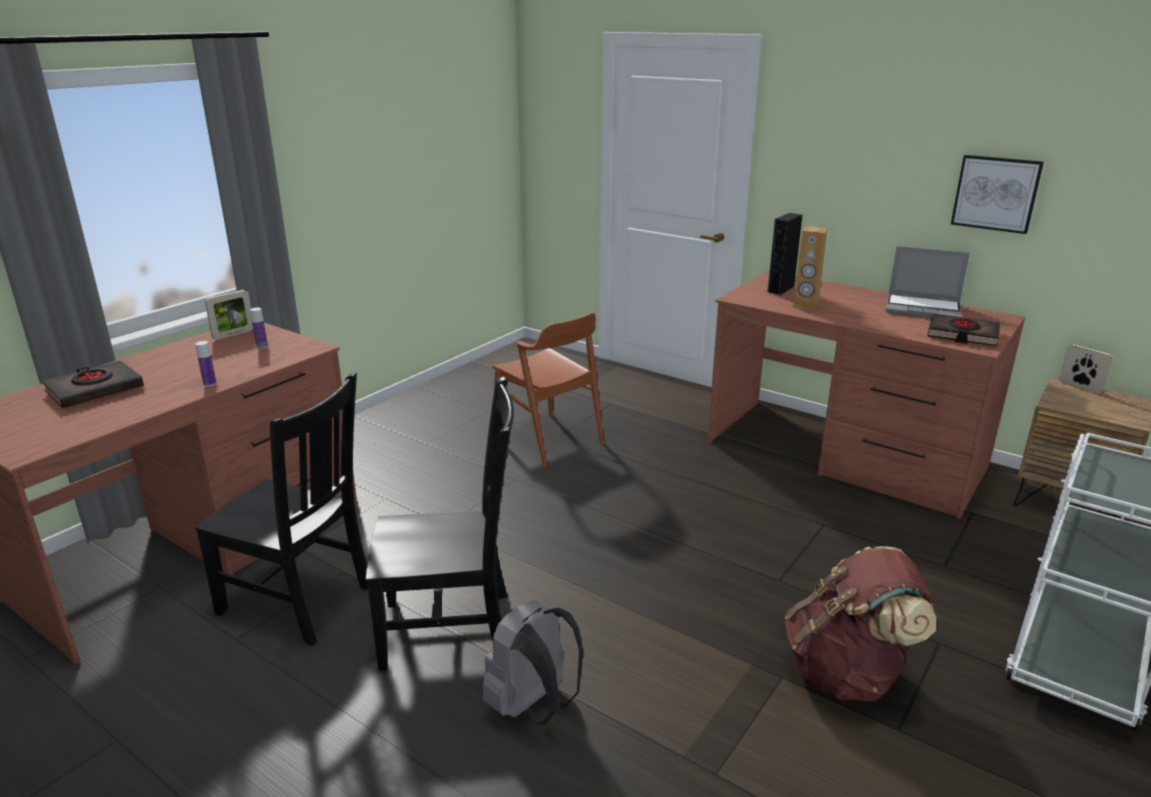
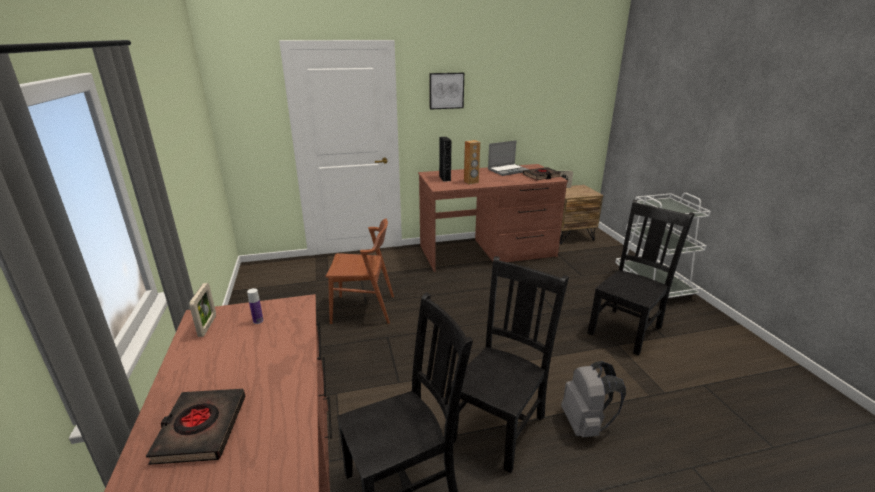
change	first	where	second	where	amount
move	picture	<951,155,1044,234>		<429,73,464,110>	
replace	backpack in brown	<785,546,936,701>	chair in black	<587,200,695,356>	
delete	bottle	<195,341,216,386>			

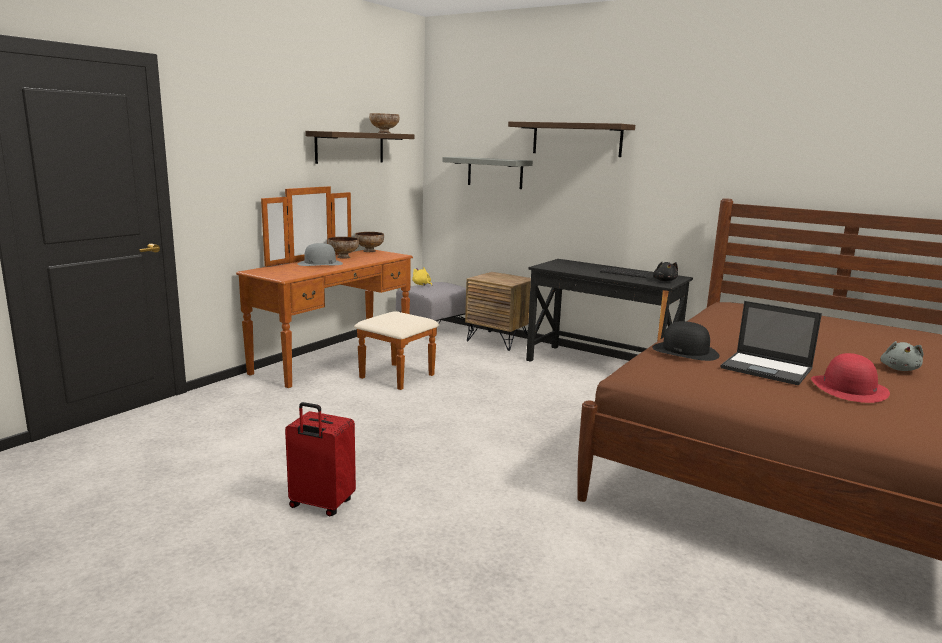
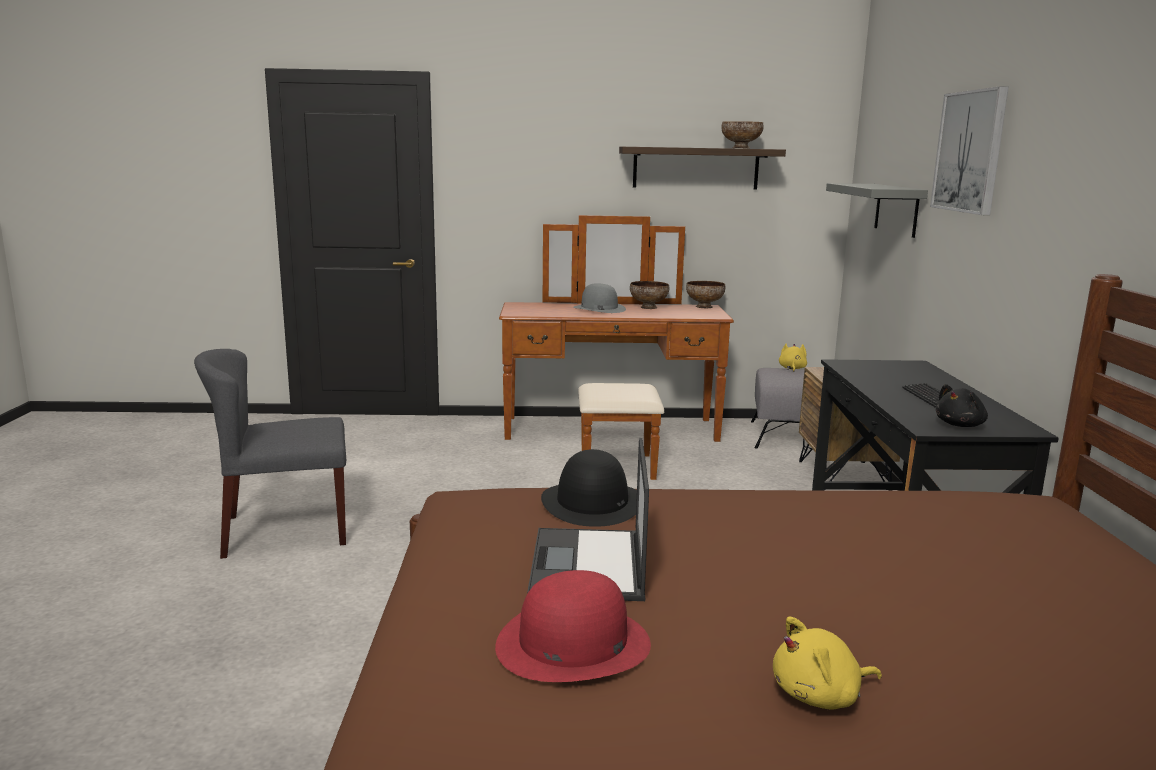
change	first	where	second	where	amount
replace	suitcase in red	<285,402,356,517>	chair in grey	<194,349,346,559>	
recolor	plush toy in grey	<881,341,923,371>	plush toy in yellow	<773,617,882,709>	
replace	shelf	<508,122,635,157>	picture	<930,86,1009,215>	

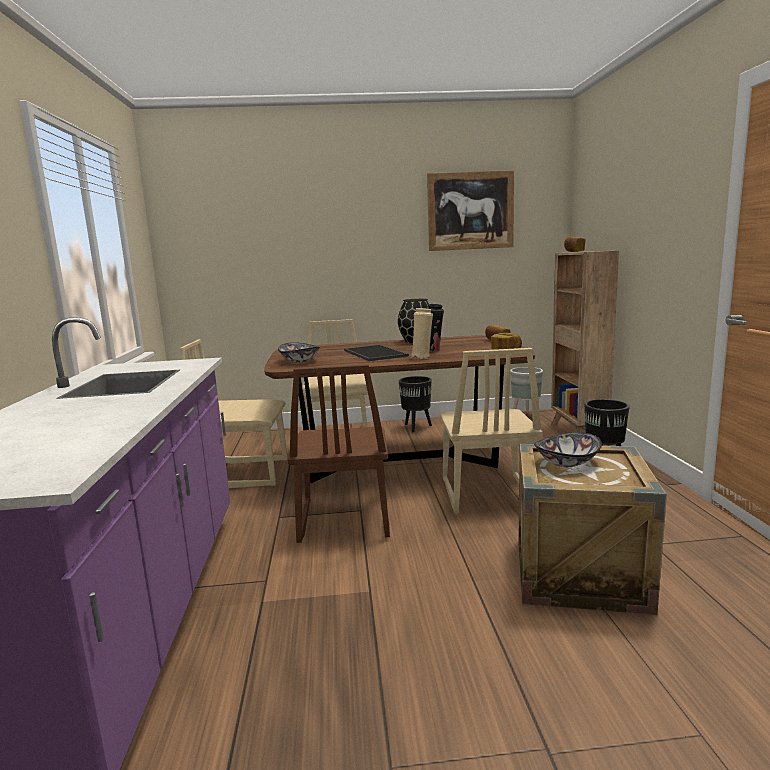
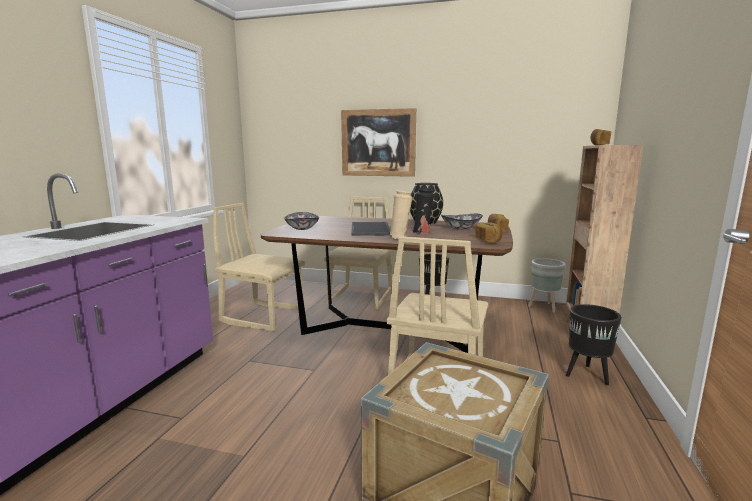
change	first	where	second	where	amount
move	picture	<427,170,514,251>		<341,108,416,177>	
move	bowl	<534,432,602,467>		<441,214,483,230>	
delete	chair in brown	<288,364,390,543>			

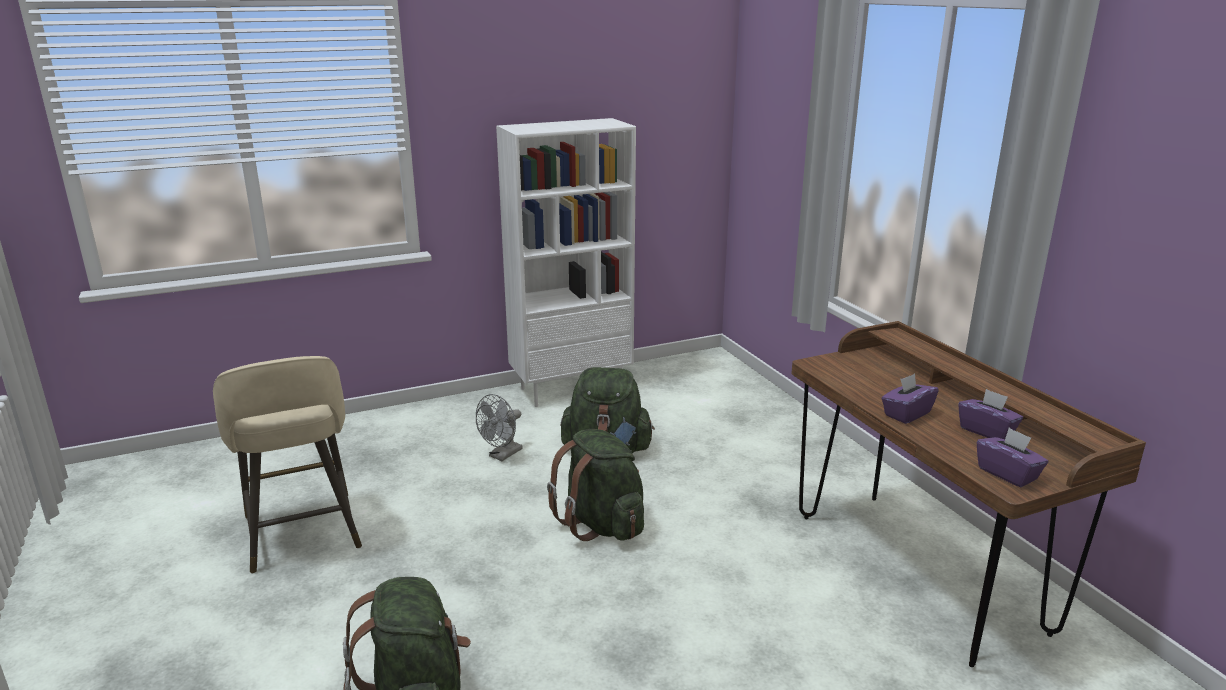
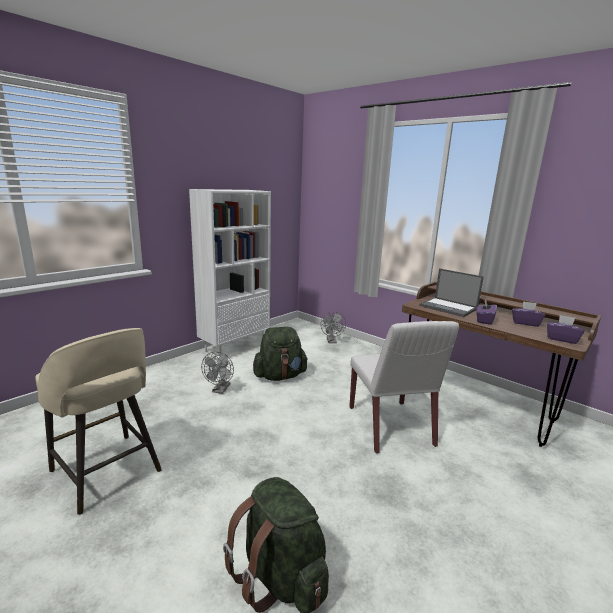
change	first	where	second	where	amount
insert			fan in grey	<321,311,346,343>	
insert			chair in white	<349,321,459,454>	
insert			laptop	<419,268,484,317>	
delete	backpack in green	<547,429,644,541>			

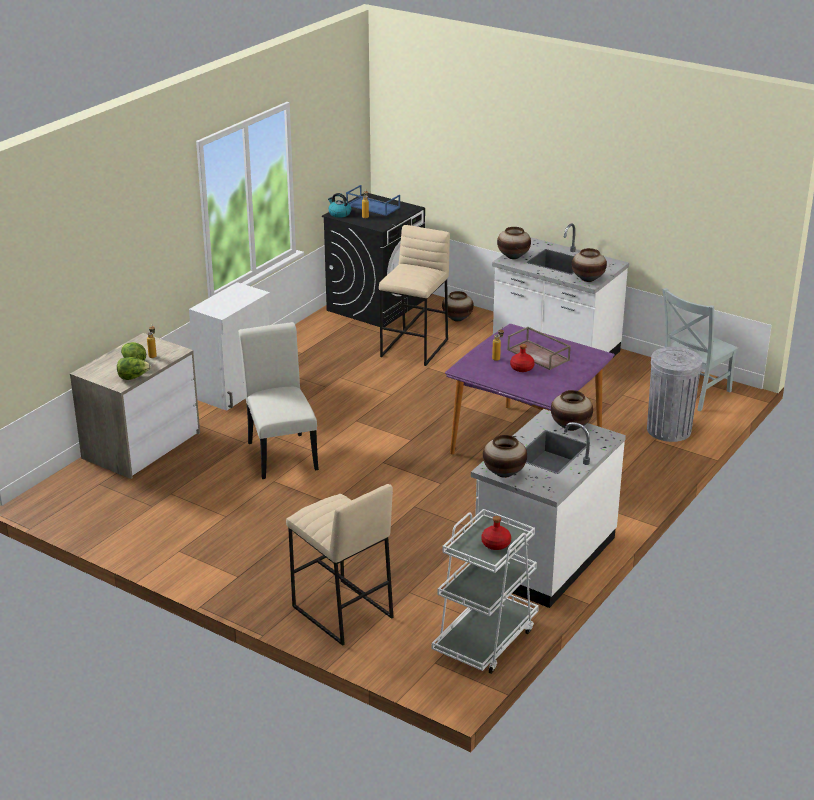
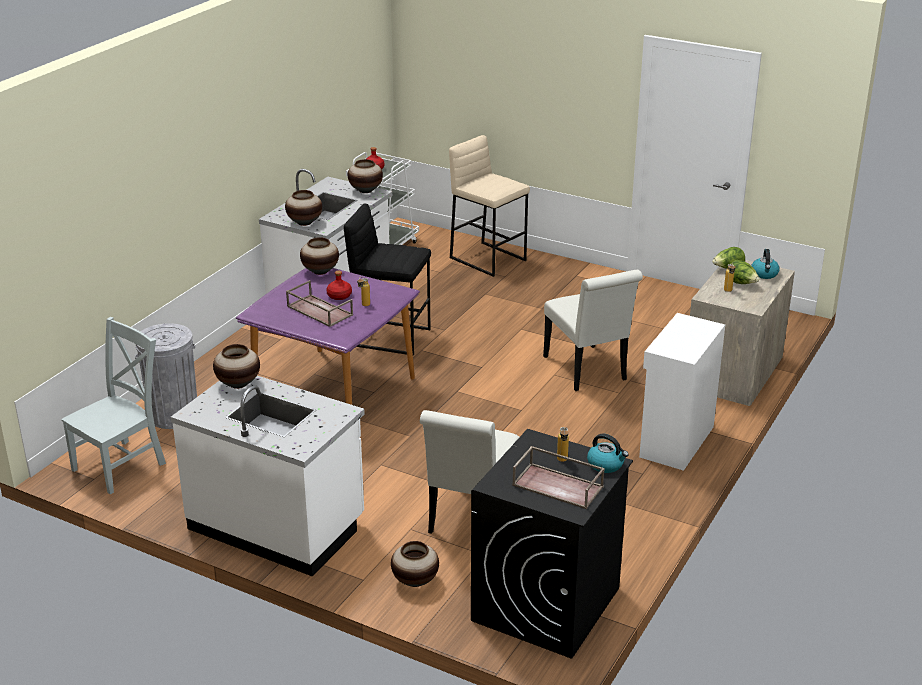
change	first	where	second	where	amount
move	vase	<497,227,531,259>		<300,237,339,275>	
insert			stool in black	<344,203,431,356>	
replace	stool in beige	<379,225,450,366>	chair in white	<420,410,519,534>	
recolor	tray in blue	<346,185,400,216>	tray in brown	<512,446,605,509>	
insert			kettle	<751,249,780,279>	

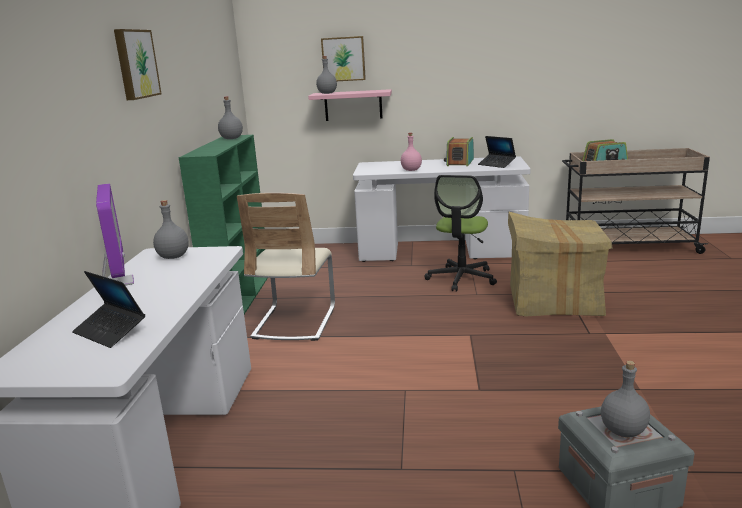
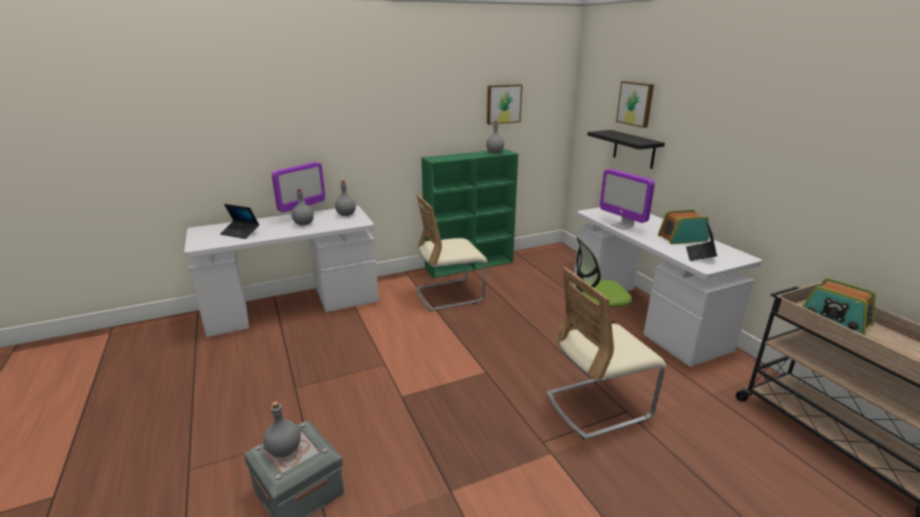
change	first	where	second	where	amount
rotate	laptop	<72,271,145,348>		<220,204,259,239>	75 degrees counterclockwise
move	bottle in grey	<316,56,337,94>		<292,188,314,225>	
move	picture	<114,29,162,100>		<487,84,522,125>	
replace	cardboard box	<508,211,613,316>	chair in beige	<546,267,666,440>	
recolor	shelf in pink	<308,89,392,121>	shelf in black	<587,130,665,169>	
replace	bottle in pink	<401,133,422,171>	monitor	<600,169,655,229>	

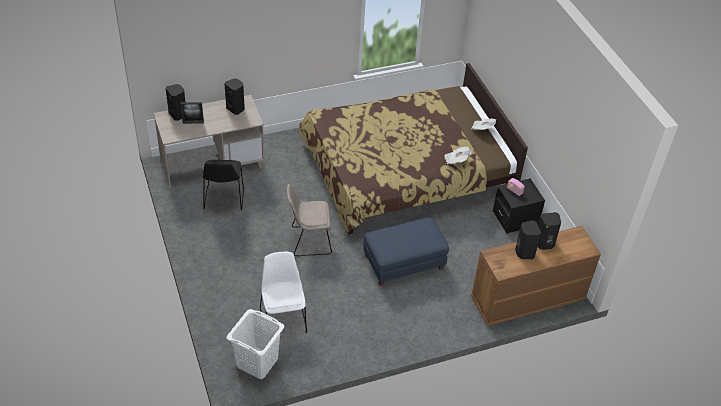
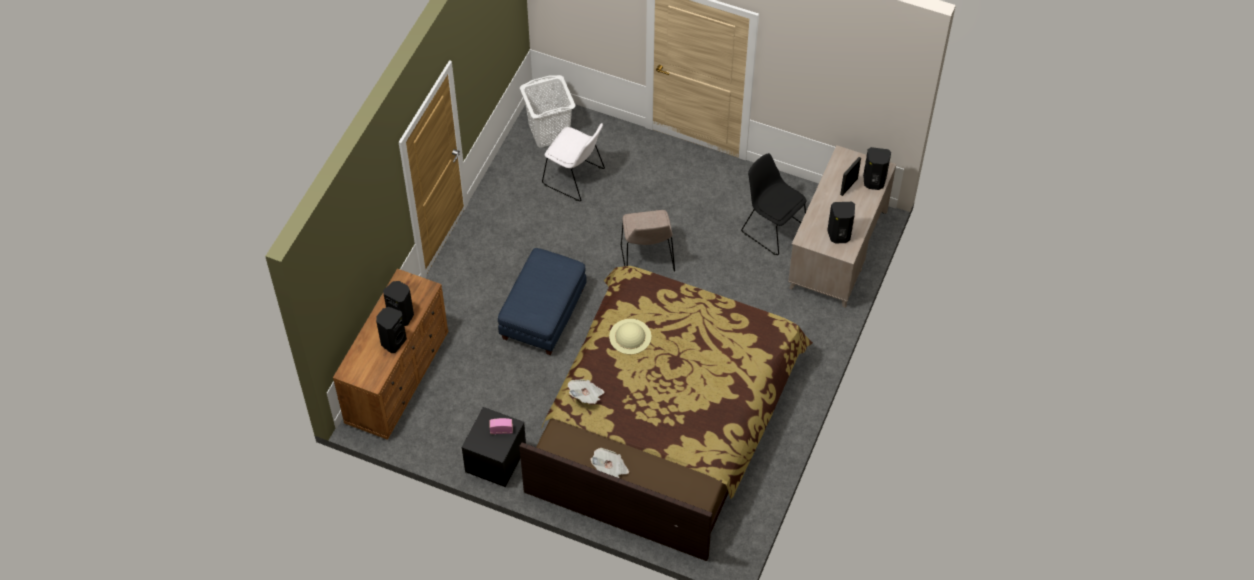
change	first	where	second	where	amount
insert			hat in beige	<609,319,651,355>	
rotate	chair in beige	<287,184,332,257>		<620,210,675,272>	135 degrees clockwise

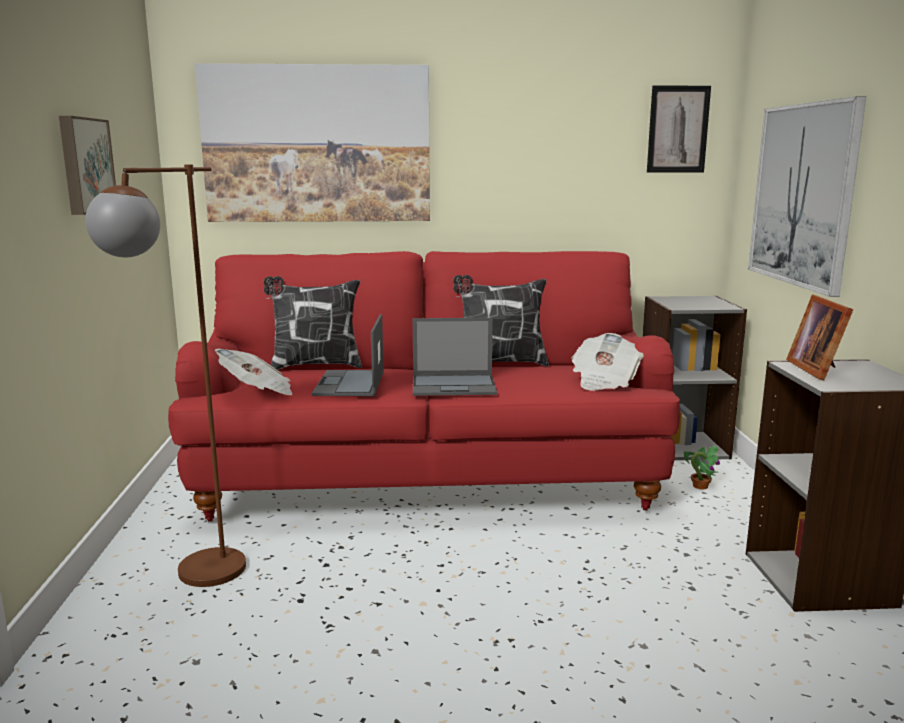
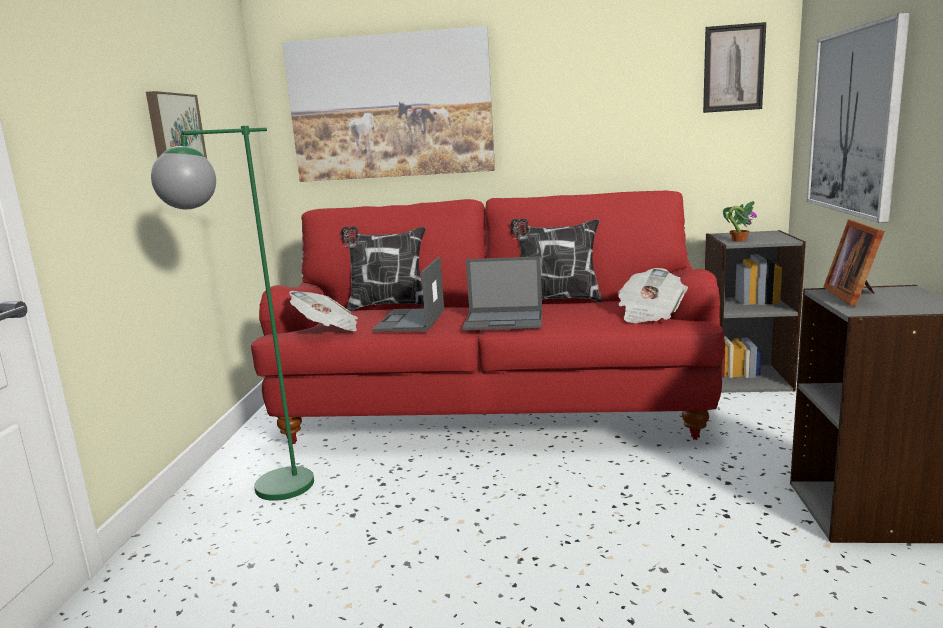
change	first	where	second	where	amount
recolor	floor lamp in brown	<85,165,246,587>	floor lamp in green	<151,126,314,501>	
move	potted plant	<684,446,720,489>		<723,201,757,242>	

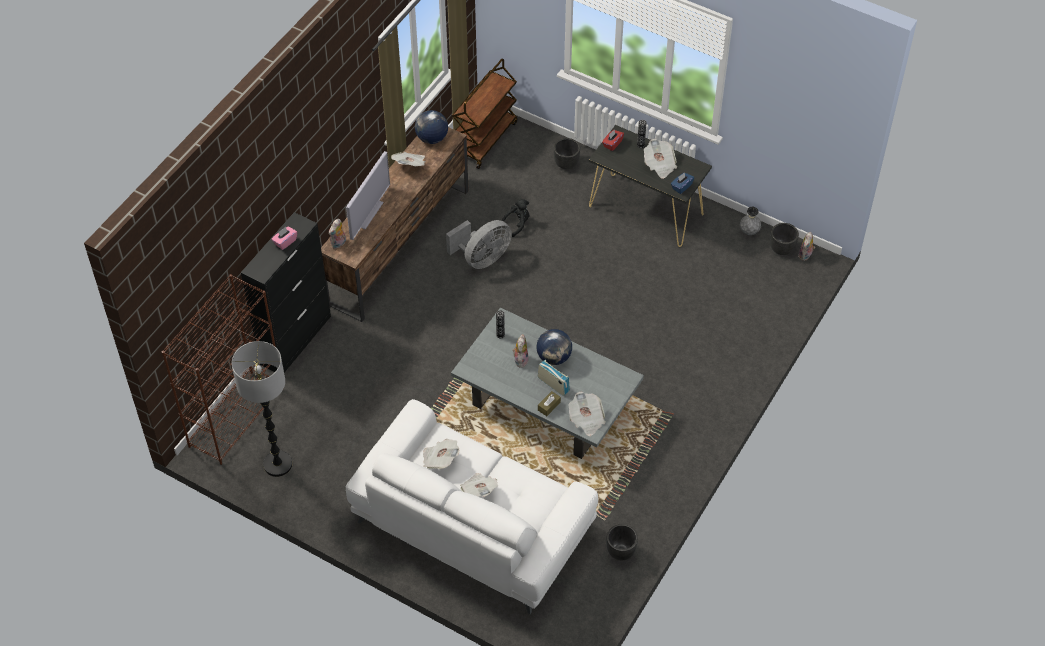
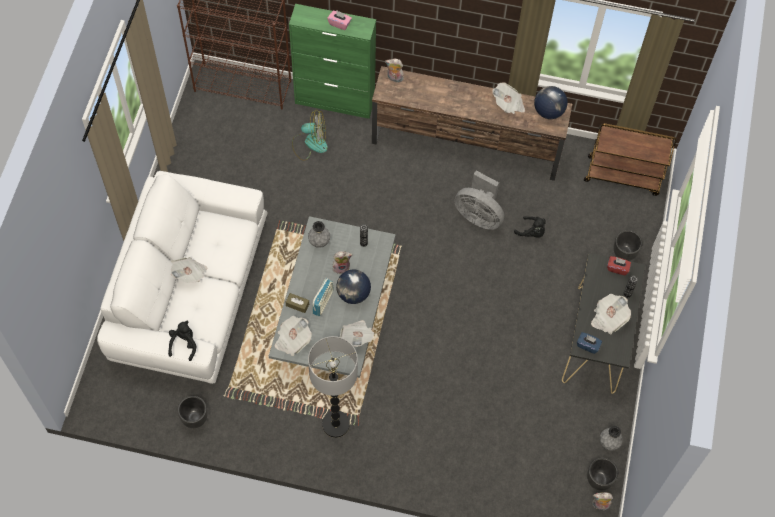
change	first	where	second	where	amount
insert			plush toy in black	<168,321,197,361>	
recolor	cabinet in black	<241,212,331,373>	cabinet in green	<289,4,376,119>	
insert			fan	<292,109,328,161>	
insert			vase in grey	<308,221,330,248>	
move	floor lamp	<232,341,292,477>		<308,336,358,438>	
move	newspaper	<423,439,460,469>		<340,320,375,347>	
delete	television	<346,151,390,240>			

